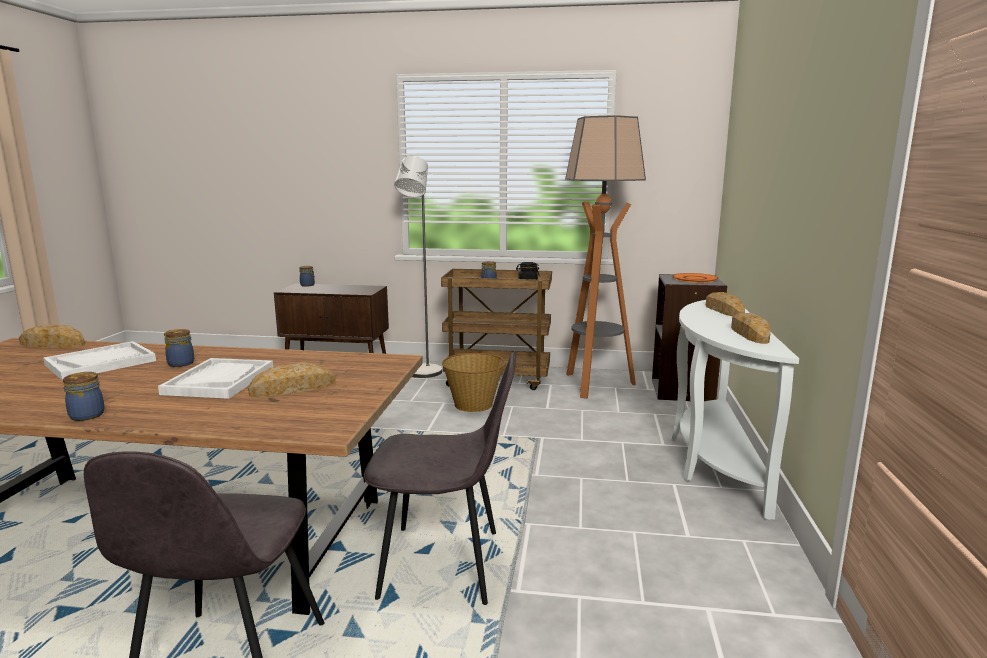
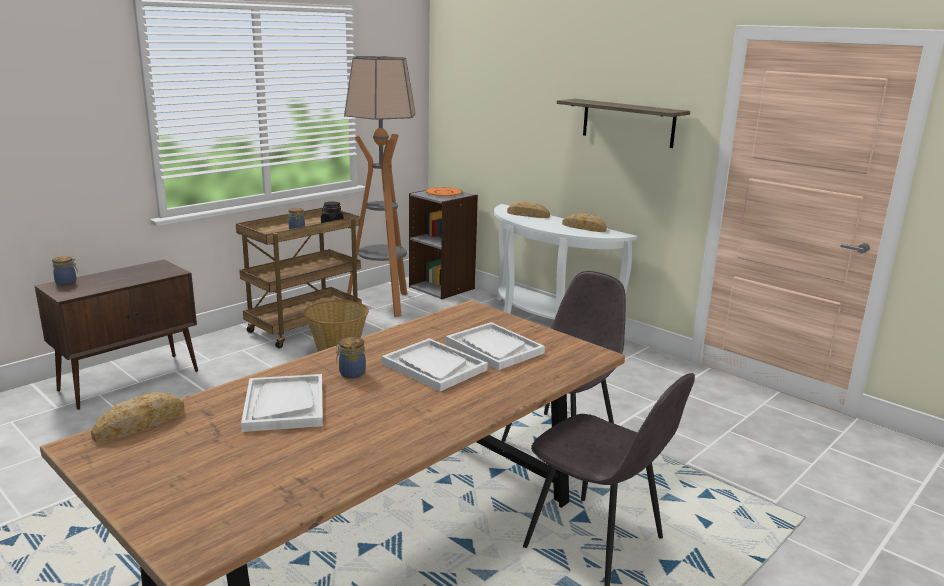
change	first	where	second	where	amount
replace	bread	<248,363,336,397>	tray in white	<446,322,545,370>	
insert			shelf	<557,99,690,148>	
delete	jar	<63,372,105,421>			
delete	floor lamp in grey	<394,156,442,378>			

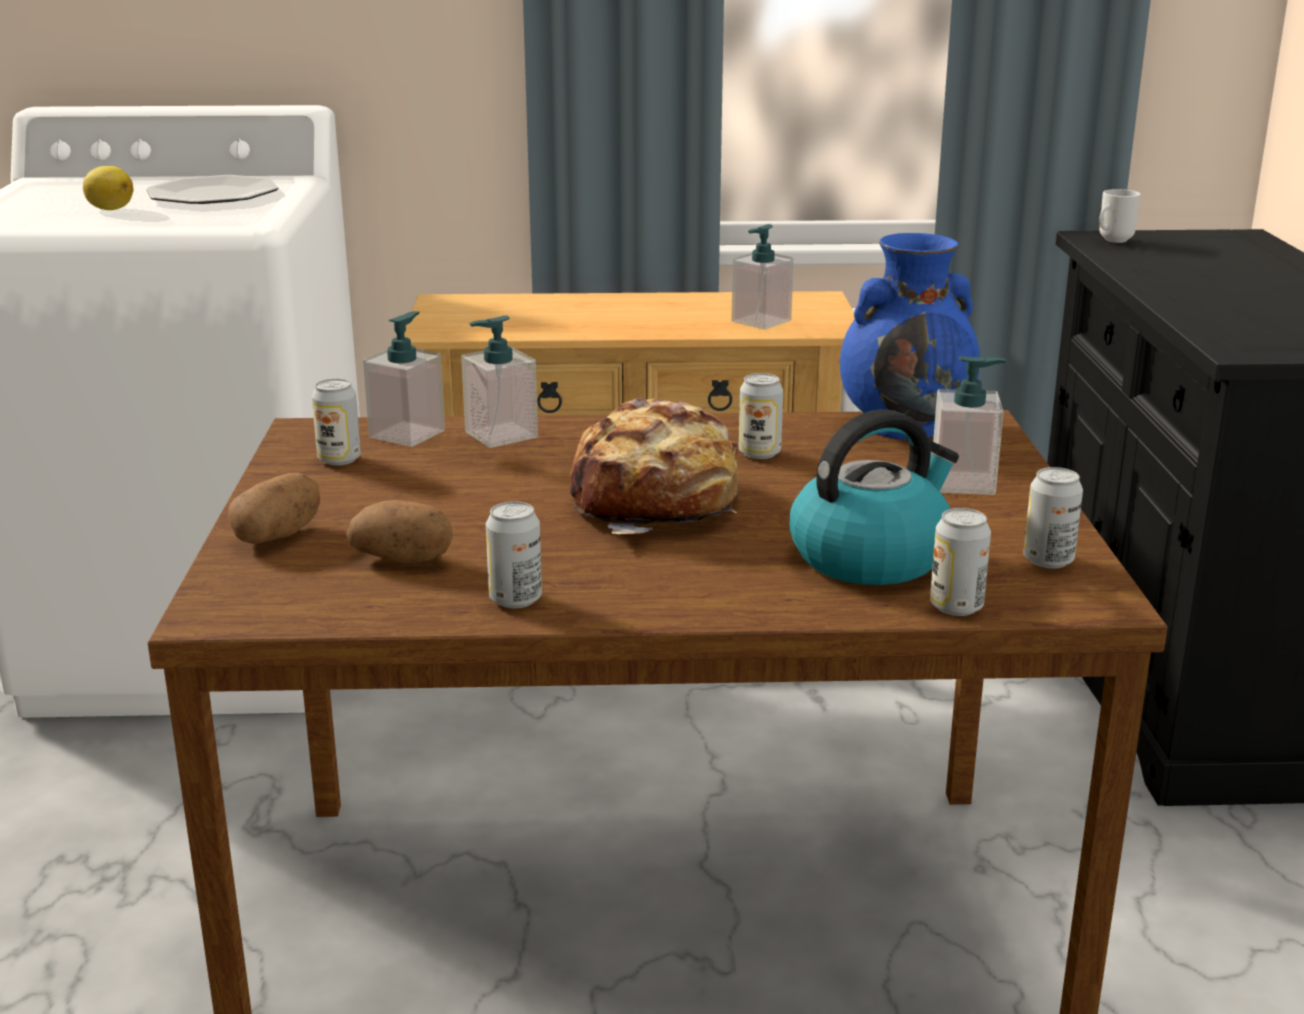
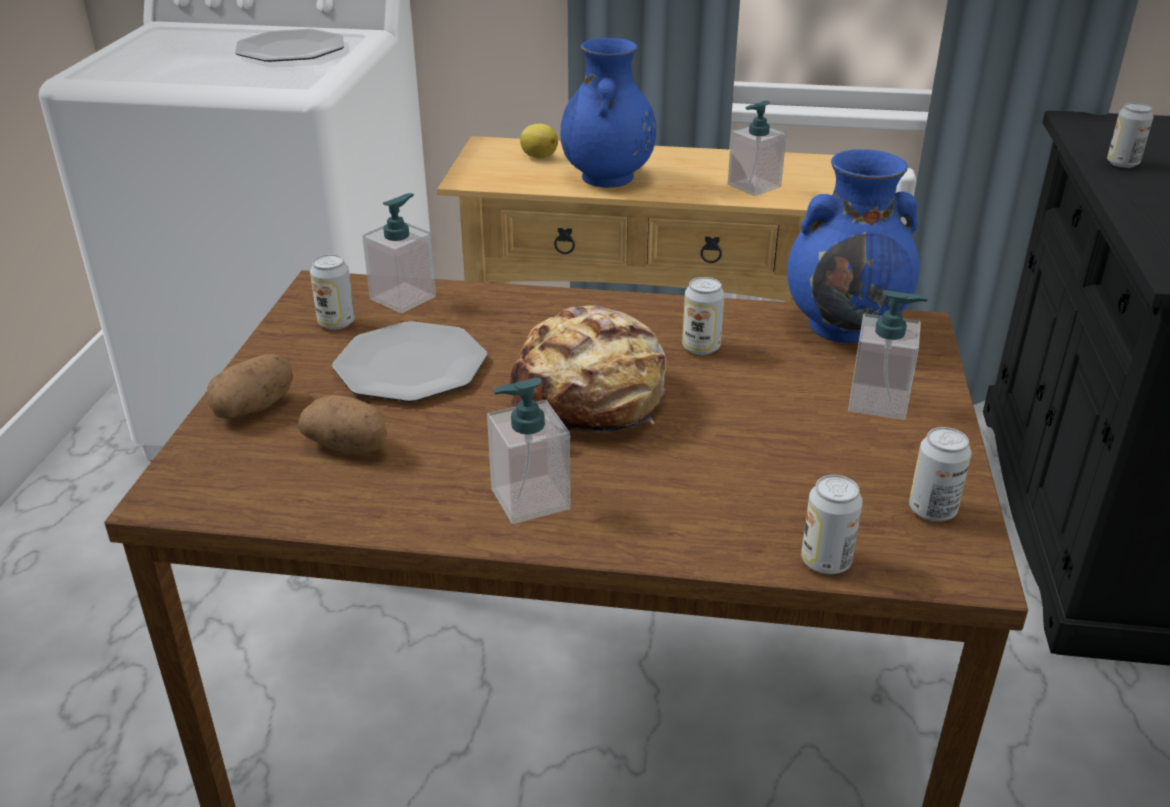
change	first	where	second	where	amount
insert			plate	<332,321,487,402>	
move	soap dispenser	<461,315,538,448>		<487,377,571,524>	
move	lemon	<83,166,133,210>		<520,124,558,159>	
insert			vase in blue	<560,38,656,187>	
move	can	<486,501,542,608>		<1107,103,1153,168>	
delete	kettle	<790,409,959,585>			
delete	mug	<1099,189,1141,243>			

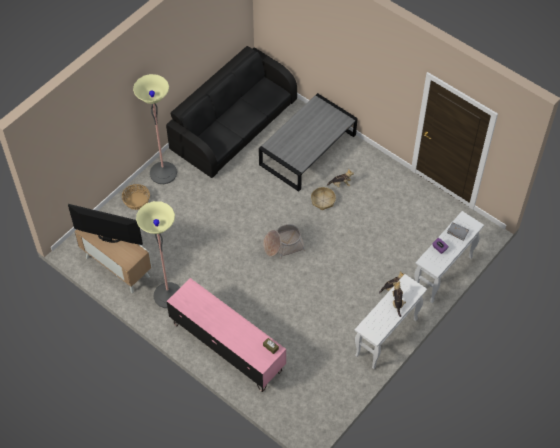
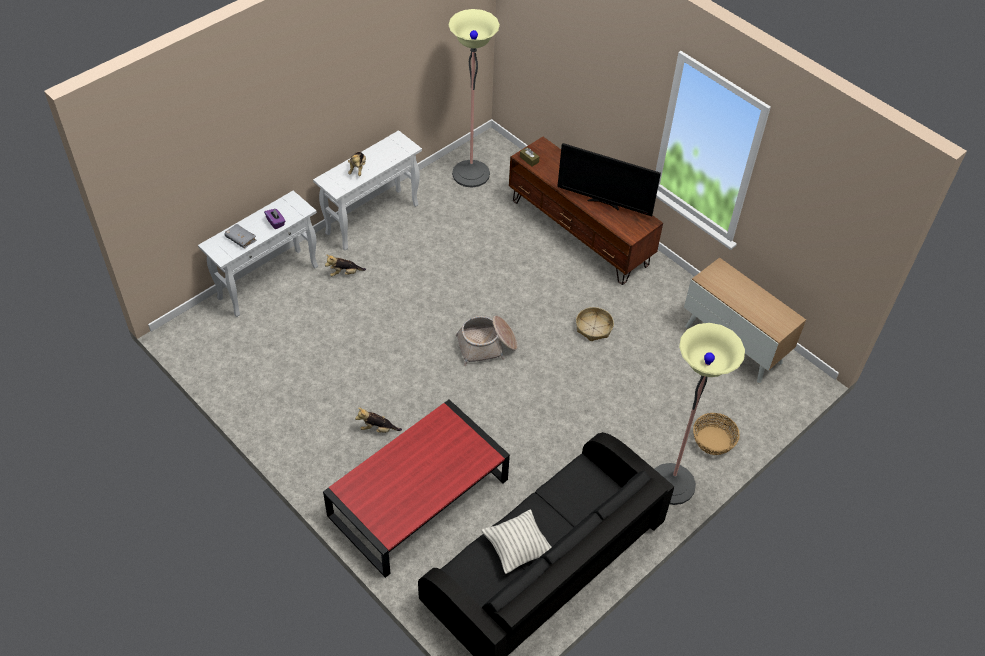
change	first	where	second	where	amount
recolor	coffee table in grey	<259,93,358,192>	coffee table in red	<323,400,510,578>	
move	floor lamp	<136,201,180,308>		<449,9,500,188>	
insert			pillow	<482,509,551,574>	
recolor	tv stand in pink	<166,278,286,392>	tv stand in brown	<509,137,663,285>	
move	television	<68,204,143,245>		<557,143,661,216>	
move	basket	<311,187,336,210>		<576,307,614,341>	

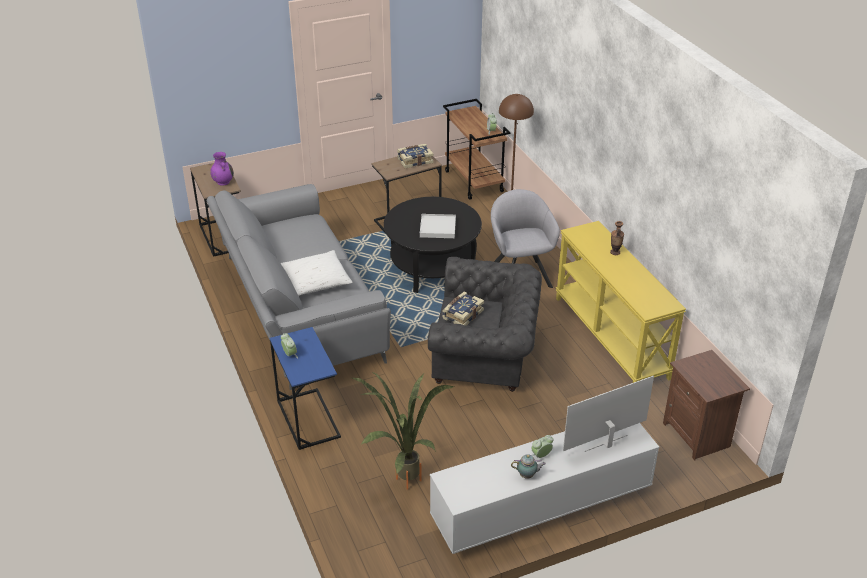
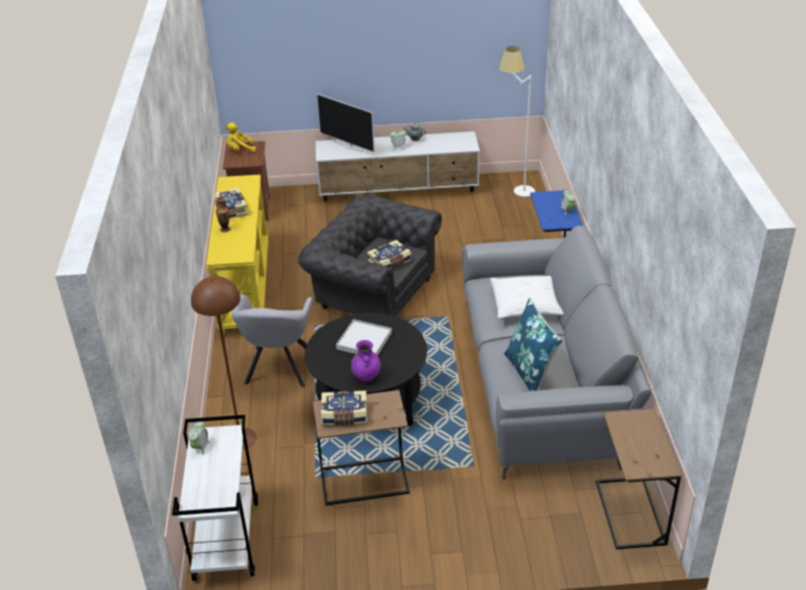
change	first	where	second	where	amount
recolor	cart in brown	<443,99,510,200>	cart in white	<172,415,258,581>	
insert			book	<214,188,249,218>	
insert			plush toy in yellow	<225,123,256,152>	
rotate	television	<563,376,654,452>		<317,94,375,153>	45 degrees clockwise
move	vase in purple	<210,152,234,186>		<351,340,381,382>	
insert			floor lamp in white	<499,46,535,197>	
insert			pillow in blue	<504,298,563,391>	
delete	potted plant	<353,371,454,490>			

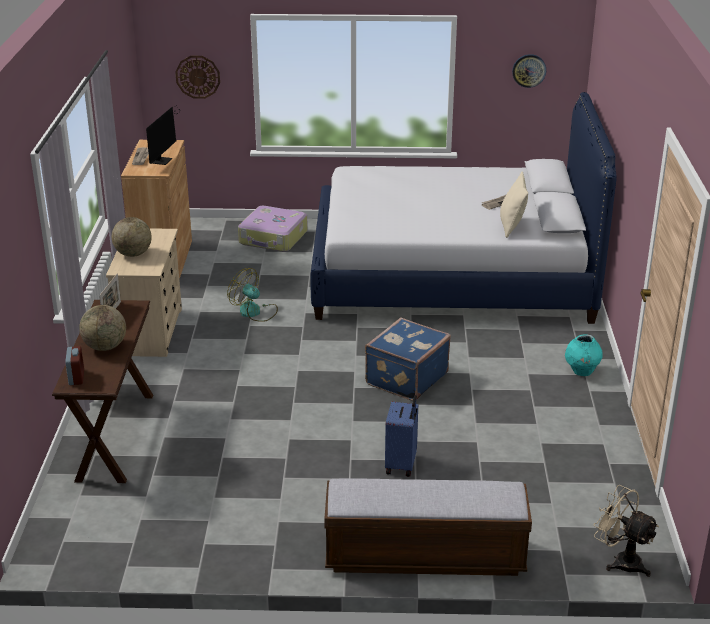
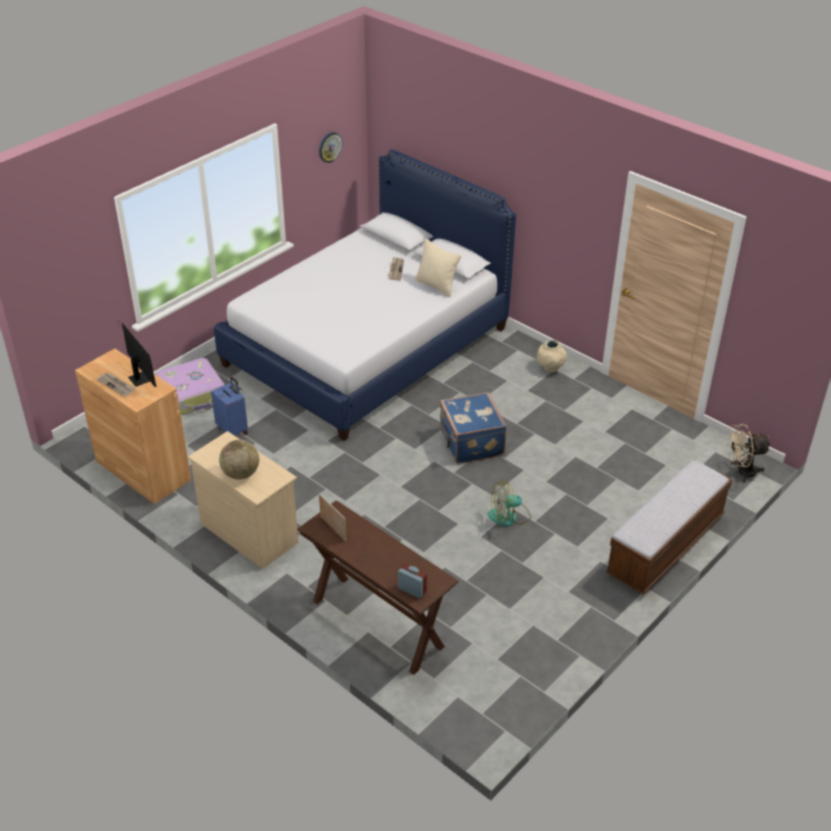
change	first	where	second	where	amount
move	suitcase in blue	<385,395,418,477>		<211,377,248,436>	
move	fan	<227,268,278,322>		<488,480,531,527>	
recolor	vase in turquoise	<565,334,603,376>	vase in beige	<537,339,567,373>	
delete	globe	<79,305,126,351>			
delete	wall clock	<175,56,220,99>			

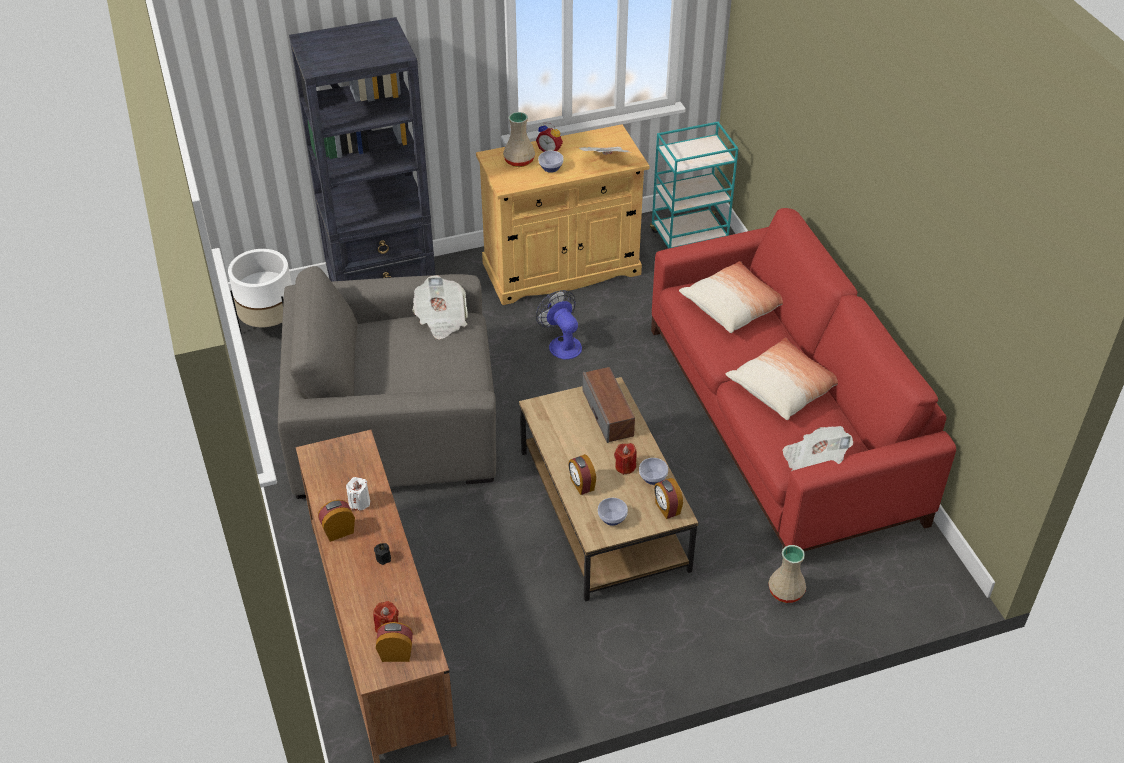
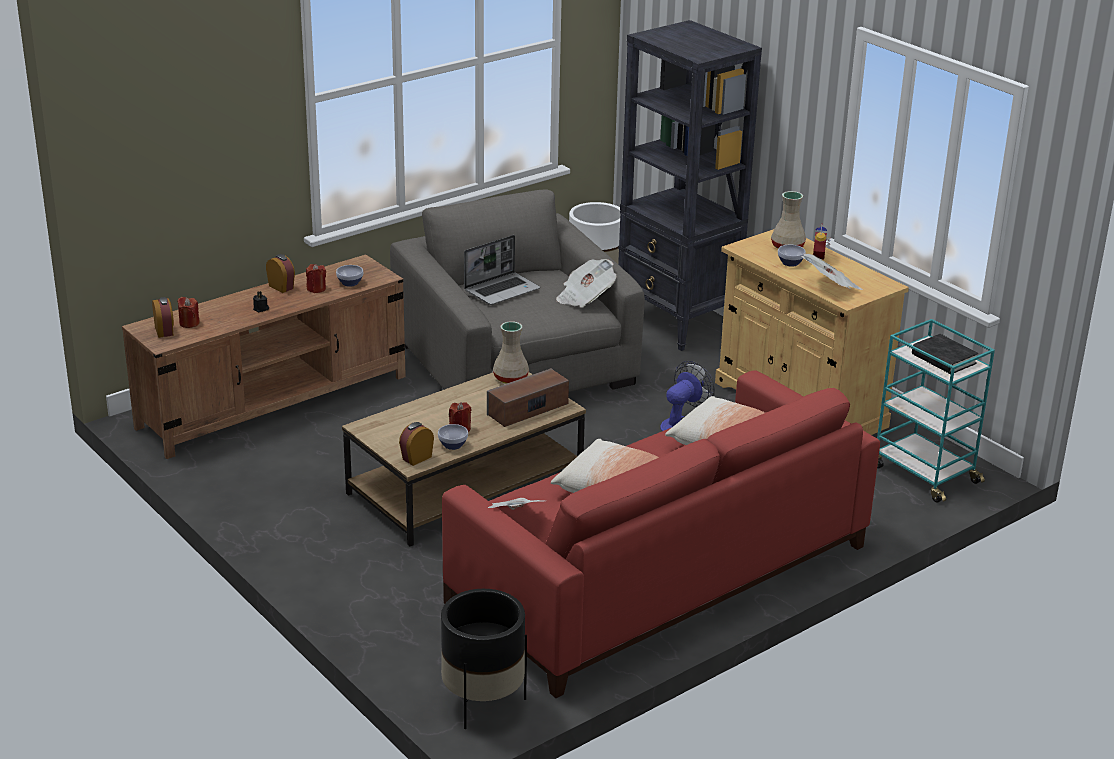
change	first	where	second	where	amount
recolor	candle in white	<346,477,370,511>	candle in red	<306,264,326,293>	
move	bowl	<598,498,628,526>		<336,265,363,287>	
insert			planter in black	<441,589,527,729>	
insert			laptop	<464,235,540,305>	
move	vase in beige	<768,545,806,603>		<493,321,529,384>	
insert			book in black	<912,334,978,374>	
delete	alarm clock	<569,454,596,495>			

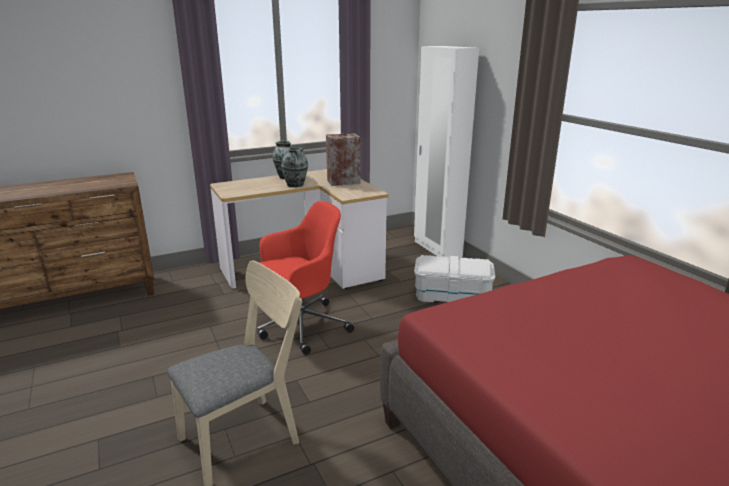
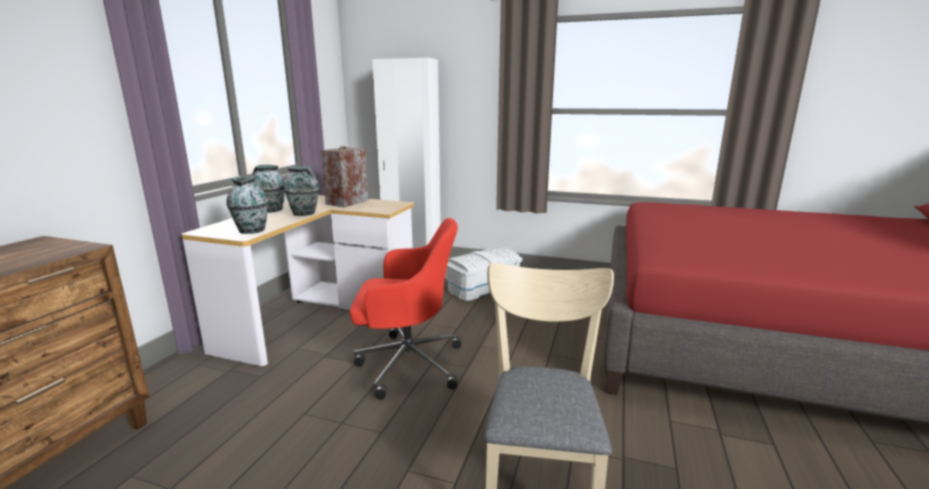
change	first	where	second	where	amount
insert			vase	<226,177,268,234>	
rotate	office chair in red	<258,201,354,355>		<349,218,462,400>	75 degrees clockwise

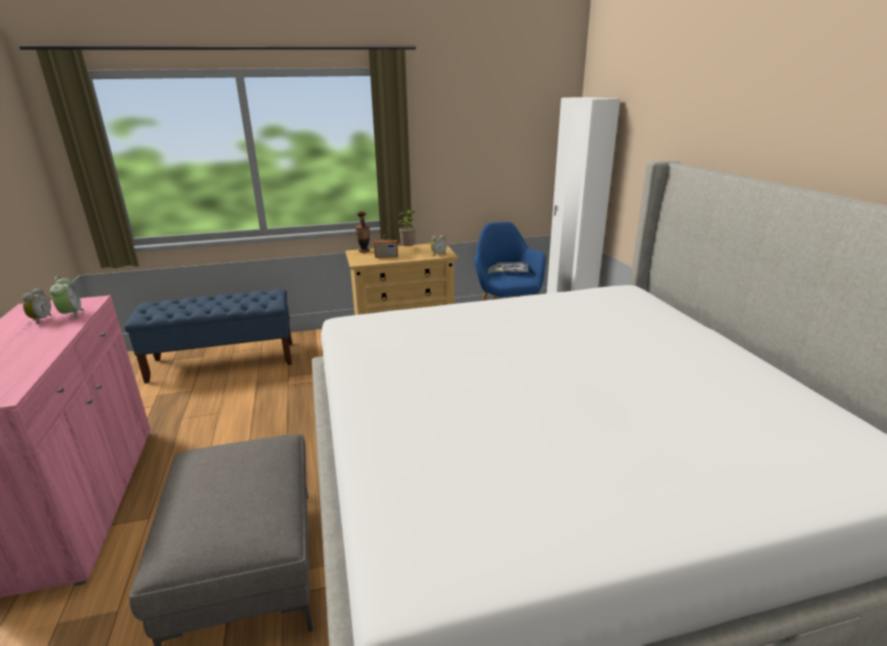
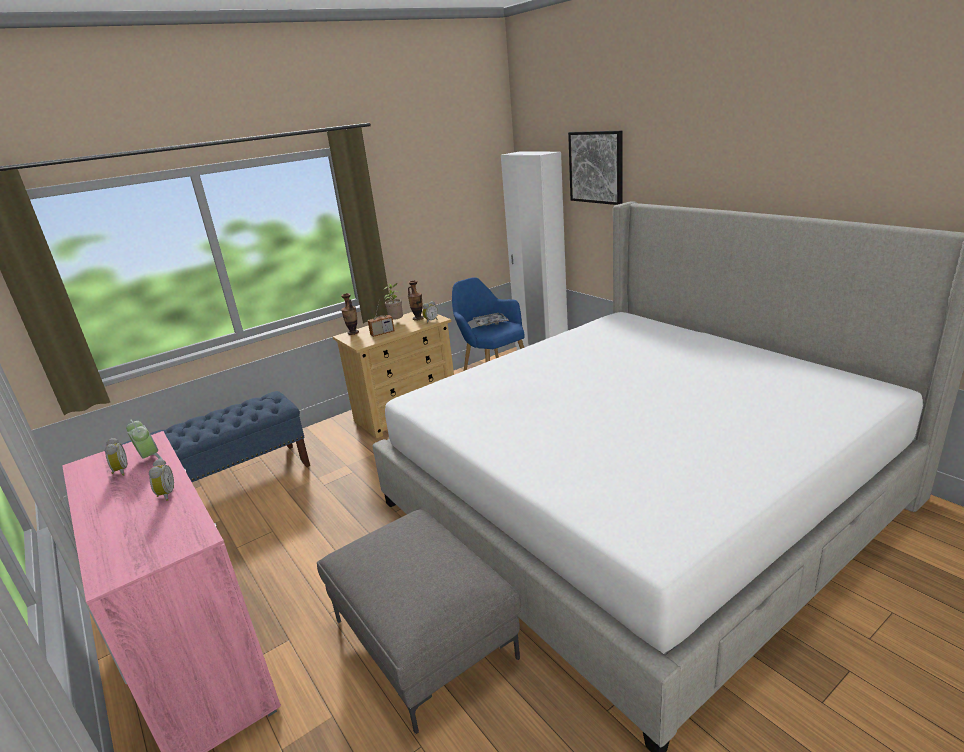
change	first	where	second	where	amount
insert			alarm clock	<149,459,174,501>	
insert			vase	<408,280,424,320>	
insert			picture	<568,131,623,205>	

